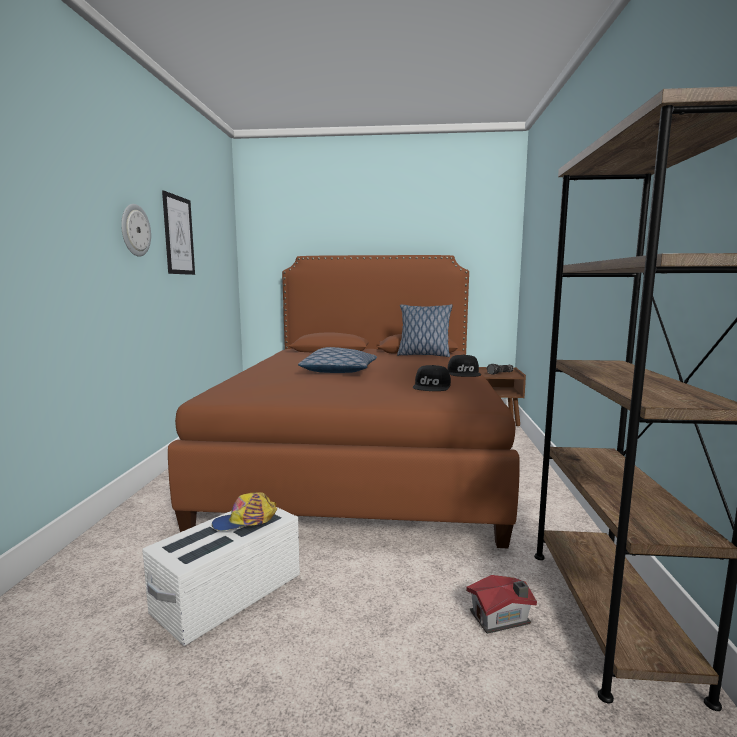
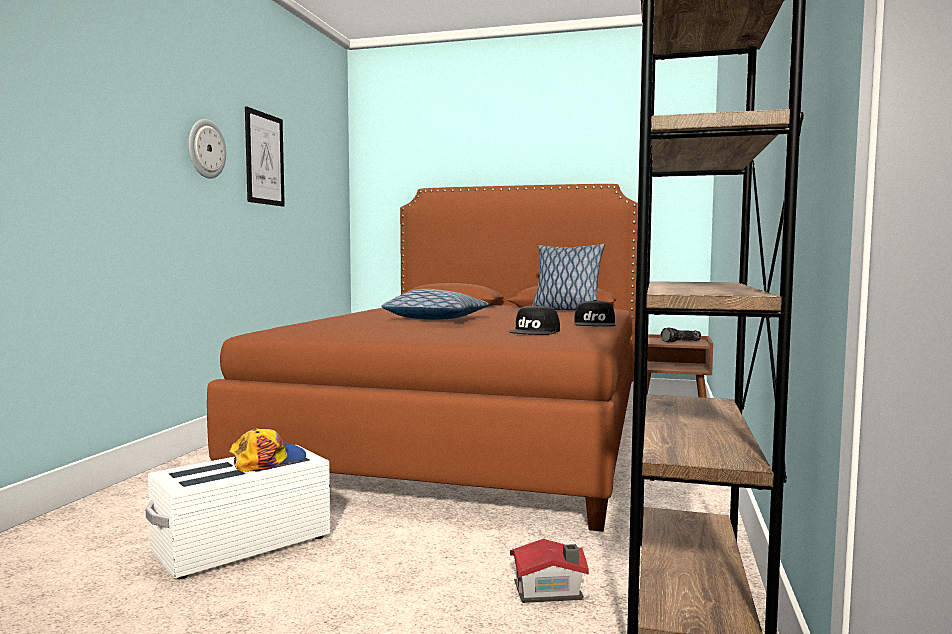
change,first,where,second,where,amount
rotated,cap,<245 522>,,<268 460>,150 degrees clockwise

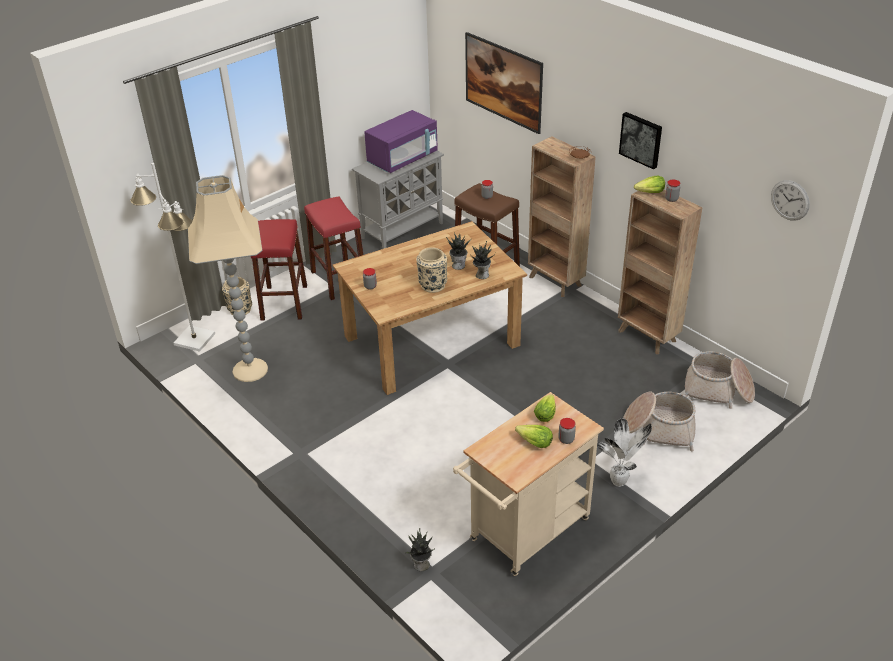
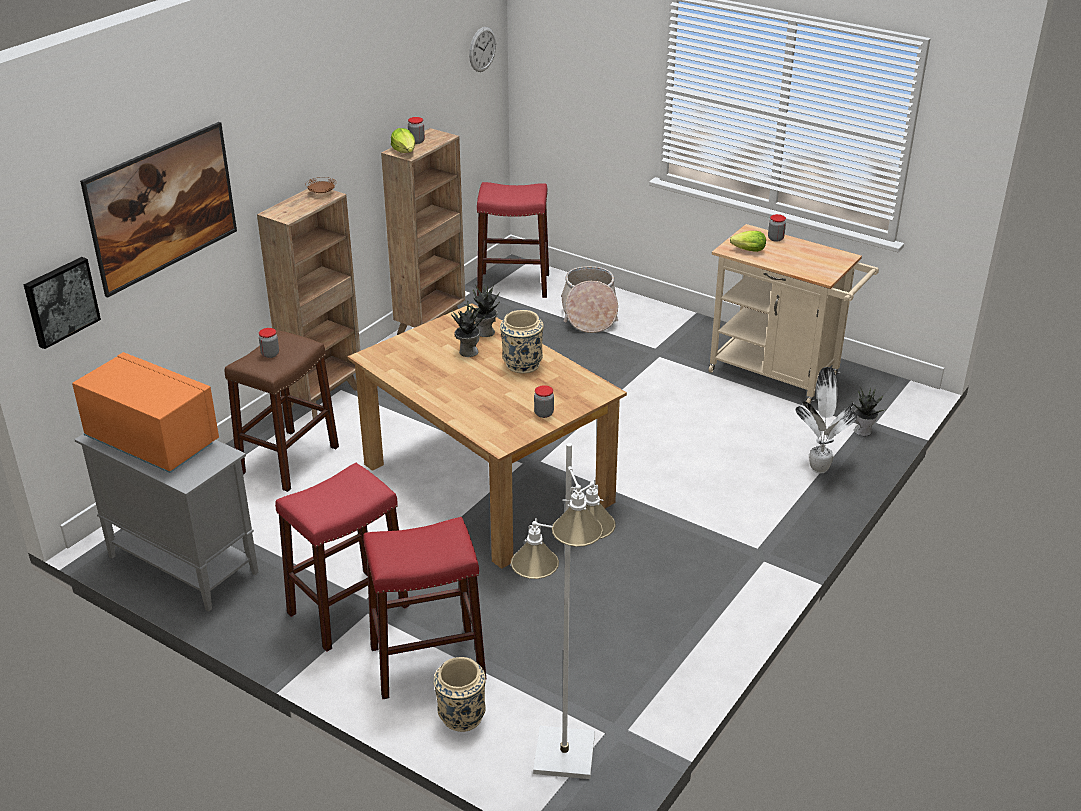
change,first,where,second,where,amount
gone,beige floor lamp,<251 369>,,,
gone,lettuce,<534 443>,,,
shifted,potted plant,<620 482>,,<819 467>,
shifted,picture,<641 139>,,<60 301>,
swapped,basket,<718 391>,red stool,<513 284>,
repainted,purple microwave,<403 159>,orange microwave,<152 441>,

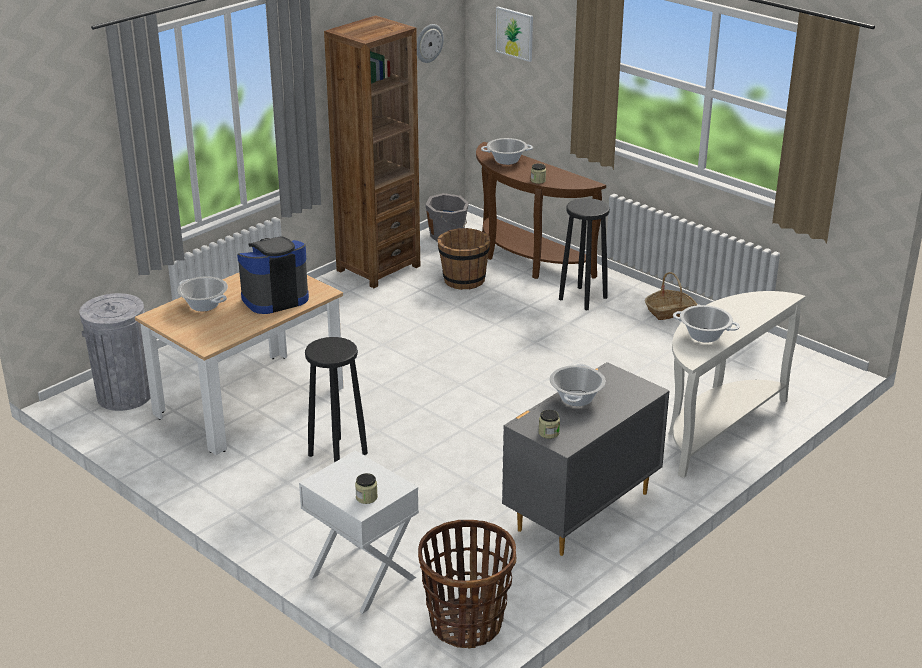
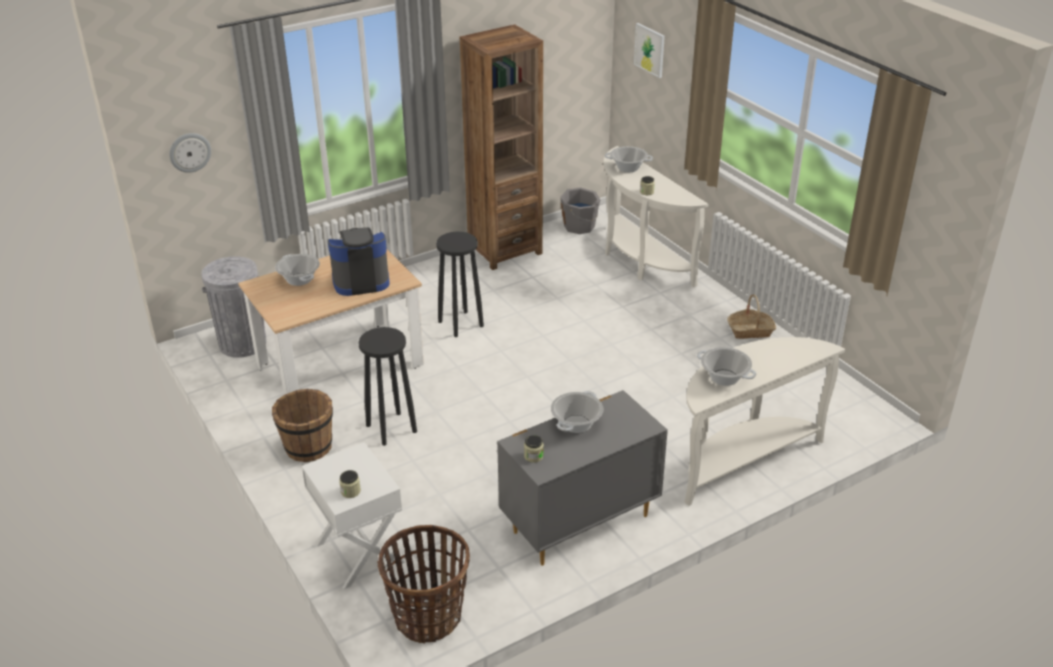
change,first,where,second,where,amount
shifted,wall clock,<428 43>,,<189 152>,
shifted,brown bucket,<463 280>,,<308 447>,
shifted,black stool,<583 298>,,<461 324>,
repainted,brown console table,<526 260>,white console table,<639 260>,

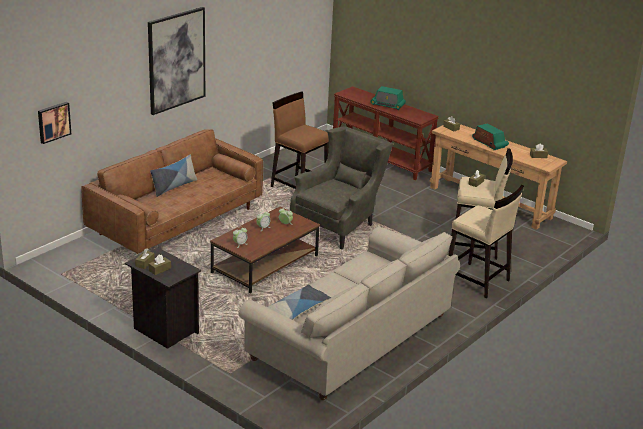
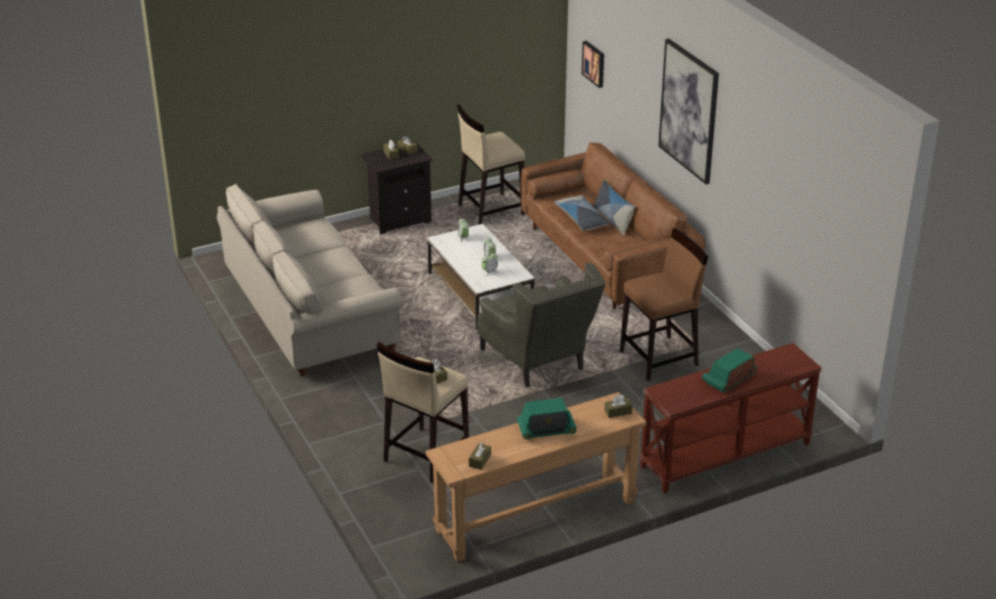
change,first,where,second,where,amount
shifted,pillow,<297 310>,,<581 219>,
shifted,beige stool,<477 281>,,<490 210>,
repainted,brown coffee table,<265 264>,white coffee table,<480 294>,

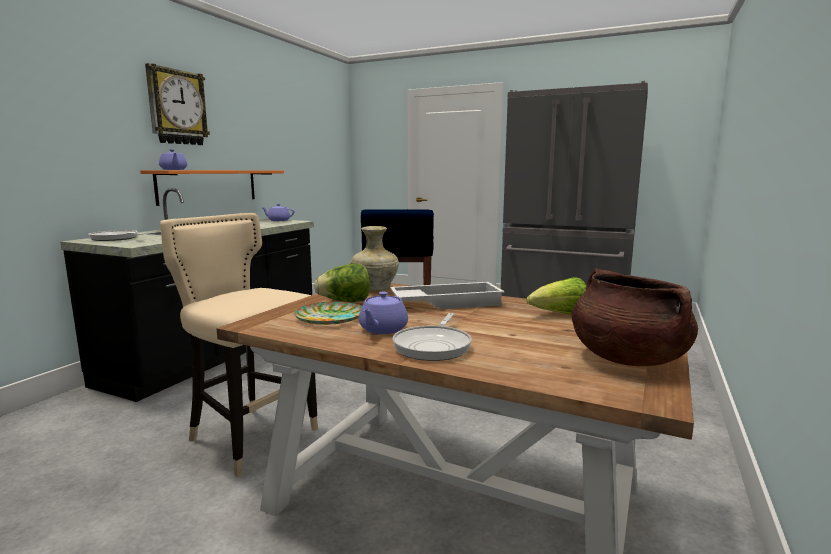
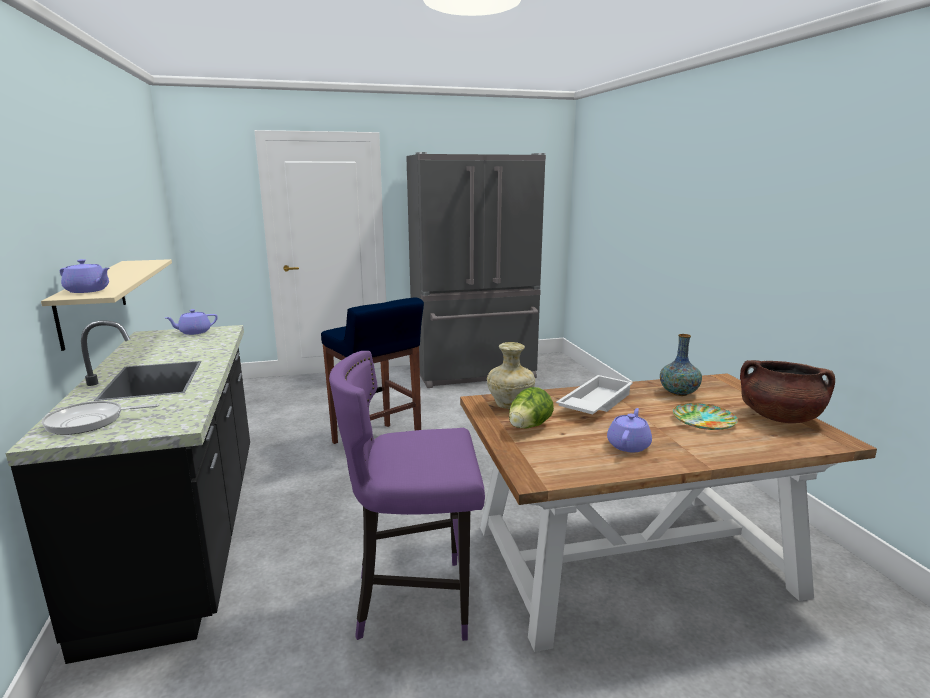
change,first,where,second,where,amount
gone,wall clock,<177 107>,,,
gone,frying pan,<434 346>,,,
shifted,plate,<330 317>,,<703 420>,
swapped,lettuce,<559 315>,vase,<678 393>,
repainted,orange shelf,<209 186>,beige shelf,<93 300>,
repainted,beige stool,<253 438>,purple stool,<415 601>,
rotated,purple teapot,<382 330>,,<628 445>,135 degrees counterclockwise

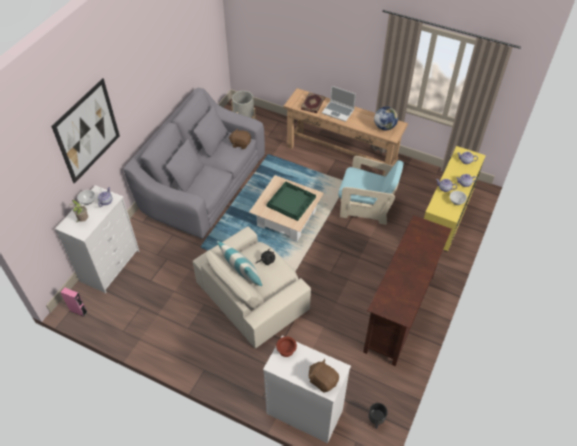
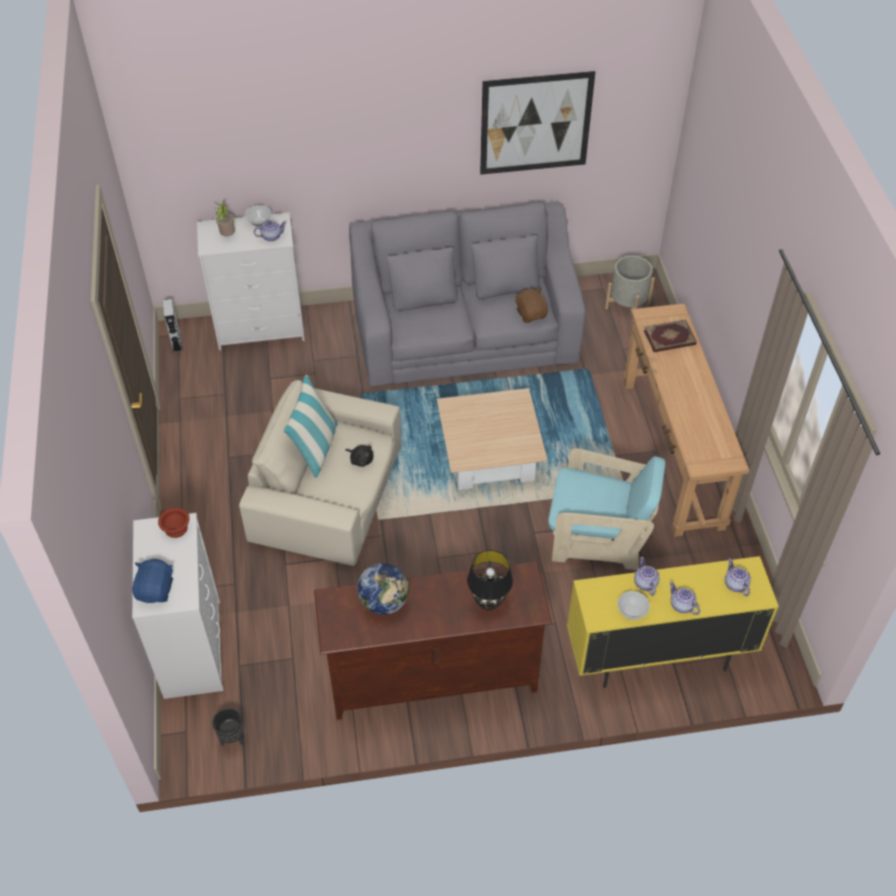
change,first,where,second,where,amount
gone,green tray,<291 201>,,,
gone,laptop,<338 111>,,,
new,,,black table lamp,<489 602>,
shifted,picture,<87 131>,,<535 123>,
shifted,globe,<384 127>,,<384 602>,
repainted,pink speaker,<78 311>,grey speaker,<176 343>,
repainted,brown plush toy,<323 380>,blue plush toy,<156 590>,
rotated,turquoise armchair,<366 207>,,<598 537>,60 degrees counterclockwise

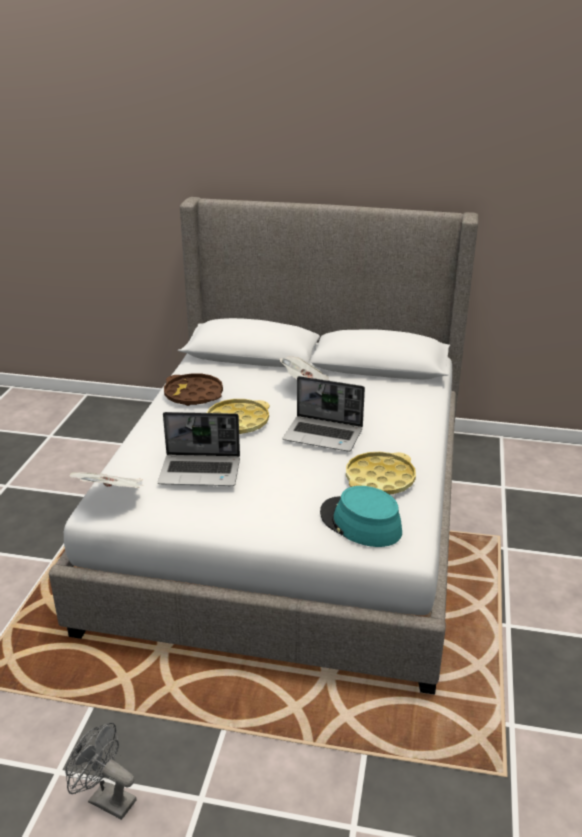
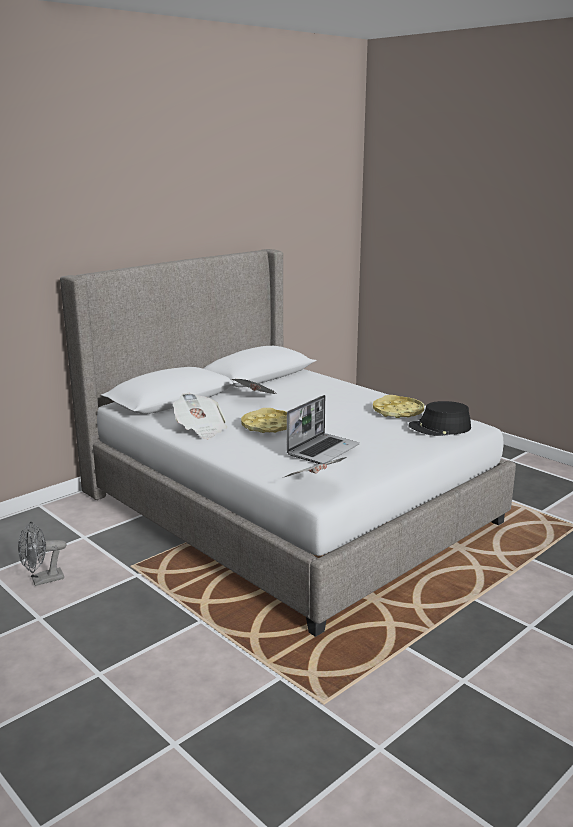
change,first,where,second,where,amount
gone,laptop,<324 435>,,,
shifted,grey fan,<106 799>,,<42 580>,
swapped,brown tray,<193 394>,newspaper,<200 429>,
repainted,turquoise hat,<360 523>,black hat,<440 428>,

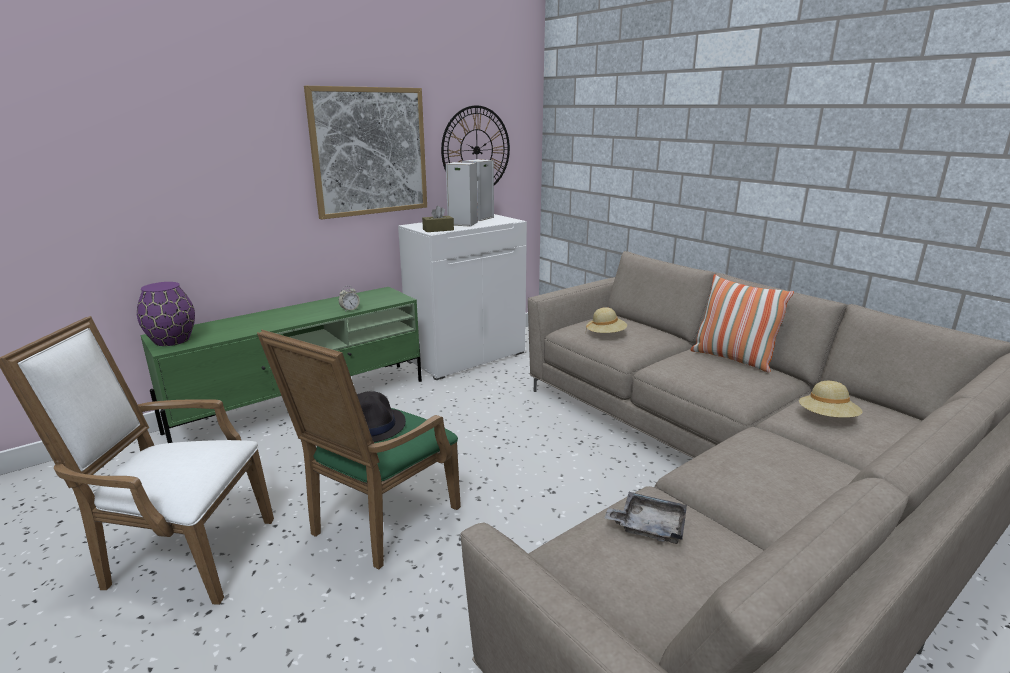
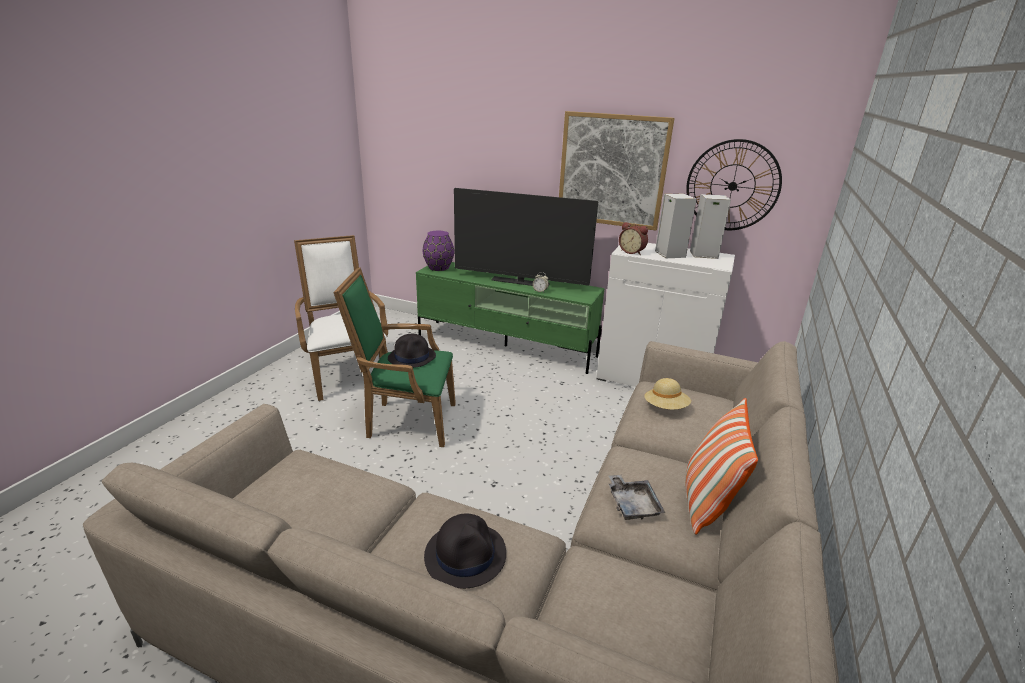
change,first,where,second,where,amount
gone,beige hat,<827 418>,,,
new,,,black hat,<465 554>,
new,,,television,<520 282>,
shifted,grey tray,<648 526>,,<632 504>,
swapped,brown tissue box,<438 230>,alarm clock,<632 252>,

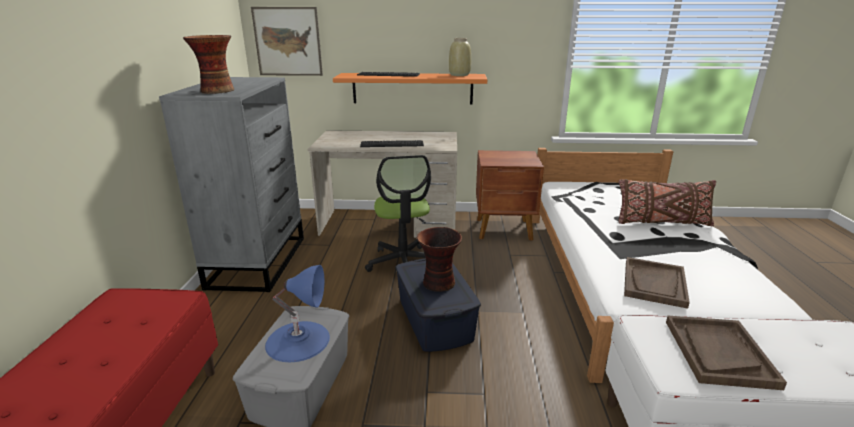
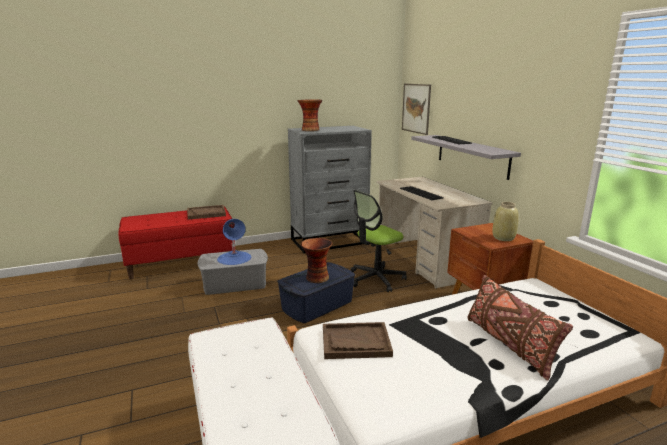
change,first,where,second,where,amount
shifted,beige vase,<459 75>,,<504 238>,
shifted,brown tray,<718 353>,,<206 213>,
repainted,orange shelf,<412 88>,grey shelf,<472 155>,

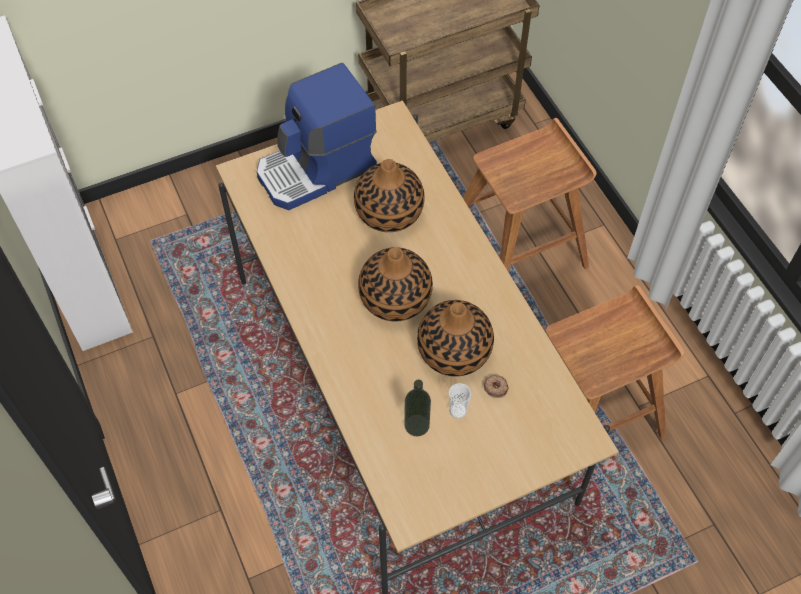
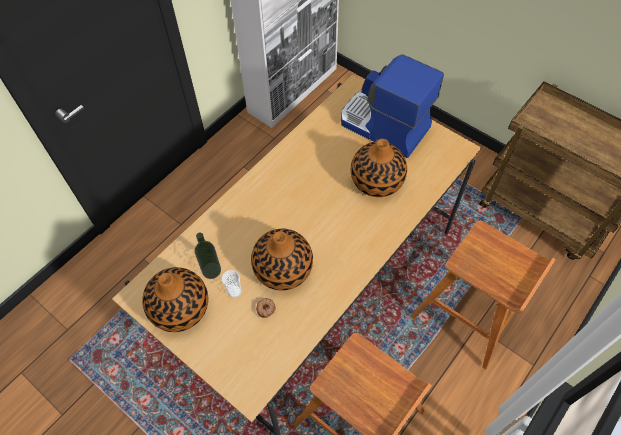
change,first,where,second,where,amount
shifted,vase,<395 298>,,<179 308>,

